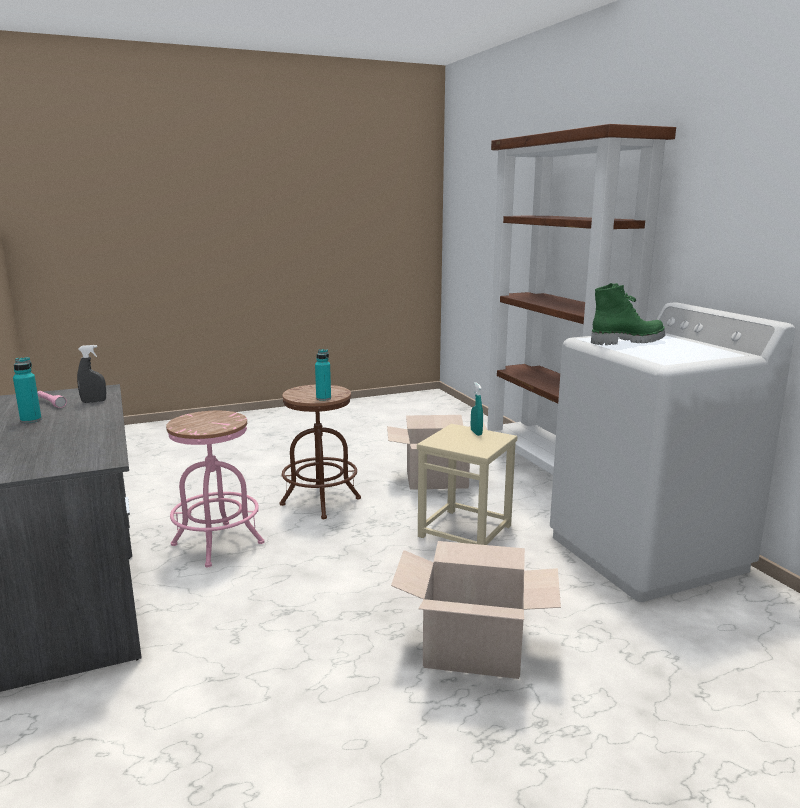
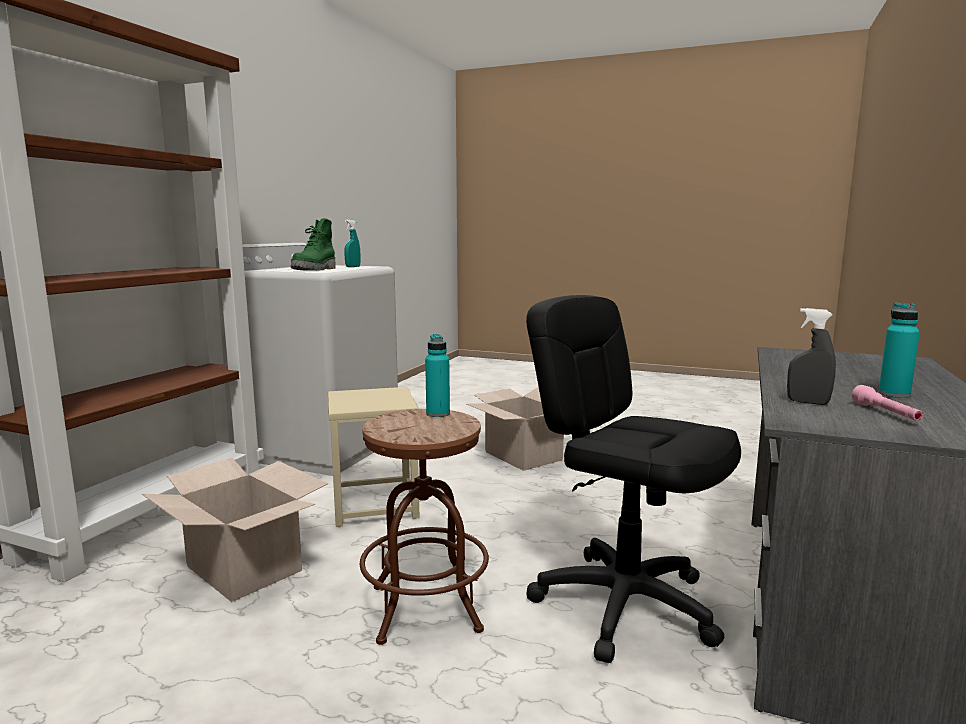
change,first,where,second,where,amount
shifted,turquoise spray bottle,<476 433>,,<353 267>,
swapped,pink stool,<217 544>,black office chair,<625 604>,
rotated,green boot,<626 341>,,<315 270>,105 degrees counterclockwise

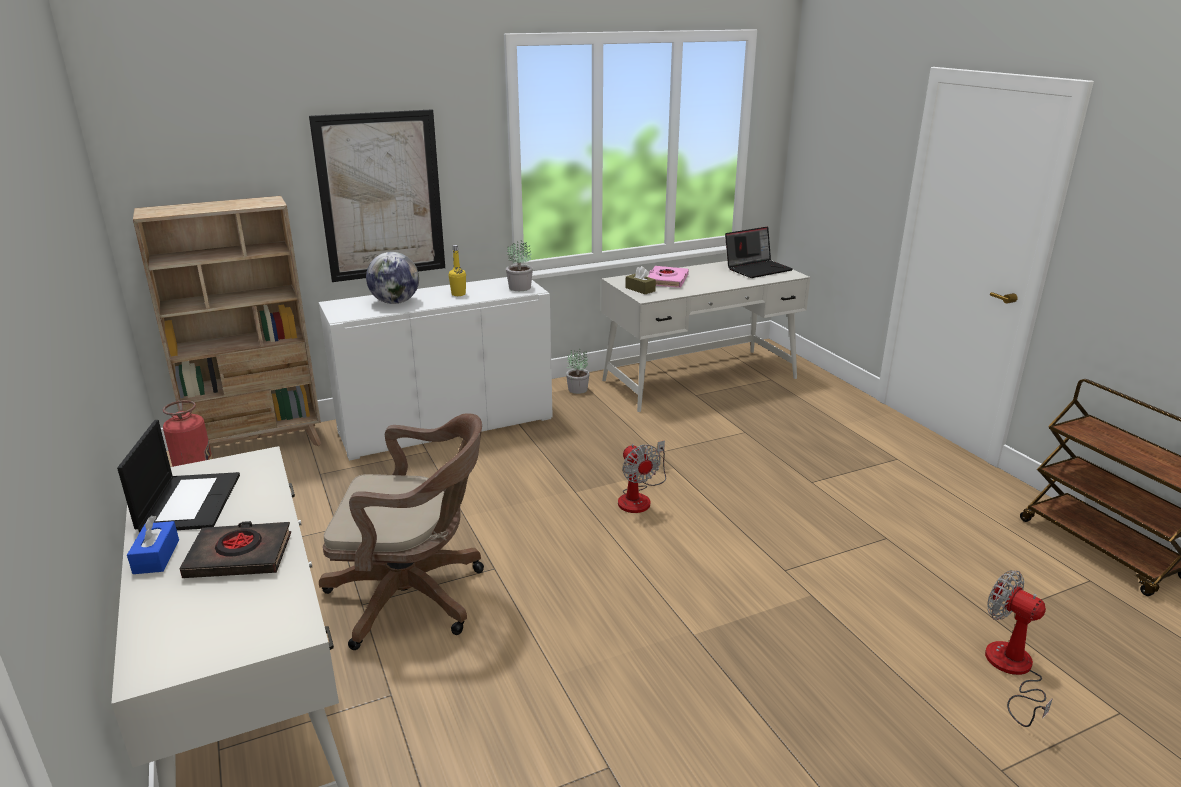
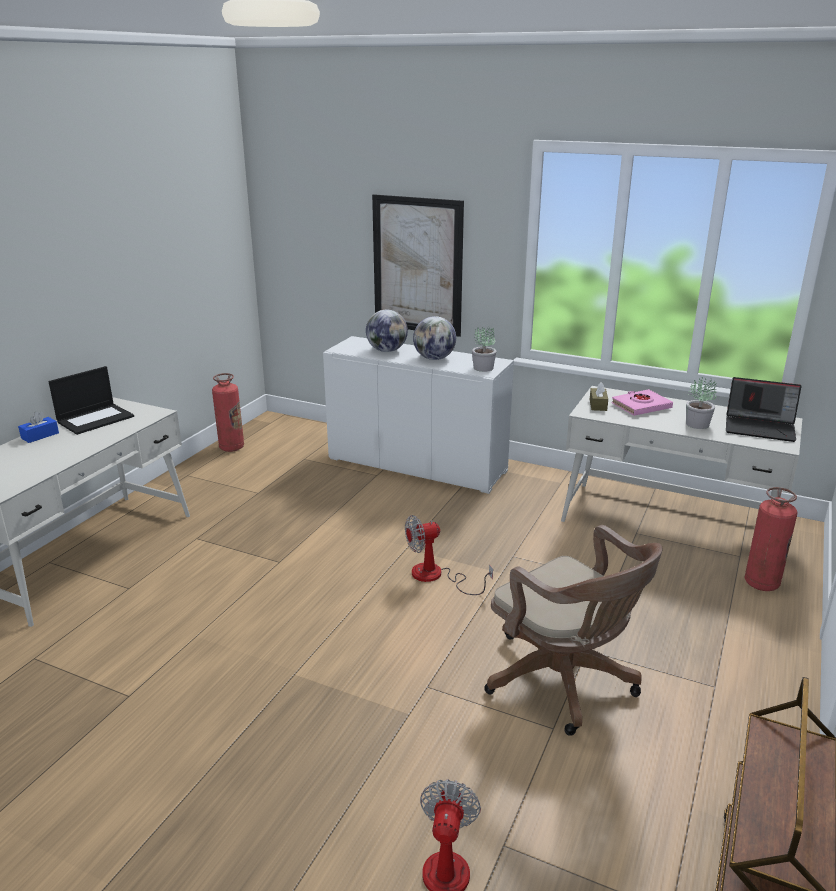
change,first,where,second,where,amount
gone,beige bookcase,<259 446>,,,
gone,black book,<240 556>,,,
new,,,fire extinguisher,<761 583>,
shifted,brown office chair,<415 597>,,<565 682>,
shifted,potted plant,<578 389>,,<698 424>,
swapped,yellow bottle,<458 294>,globe,<434 358>,
rotated,fan,<639 497>,,<436 576>,45 degrees clockwise

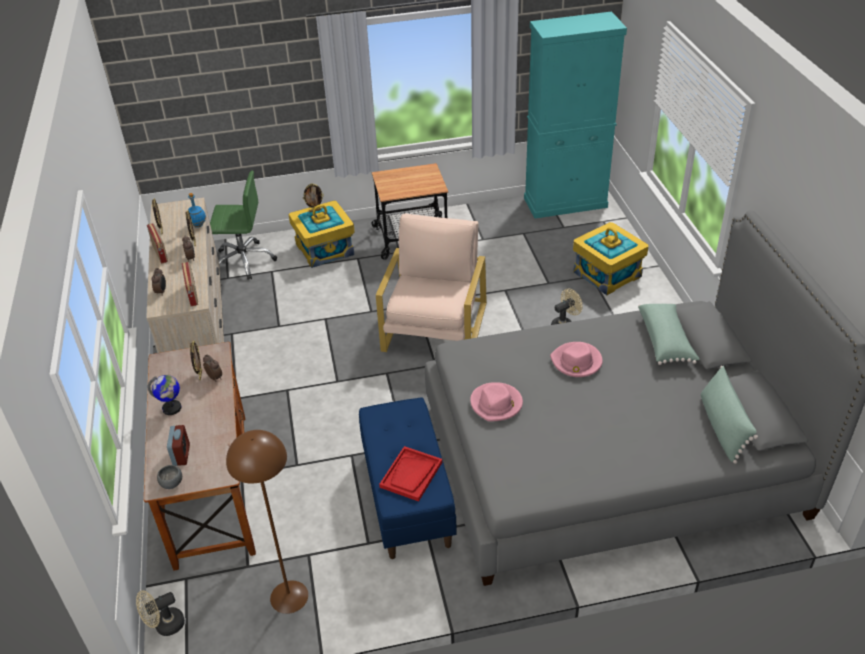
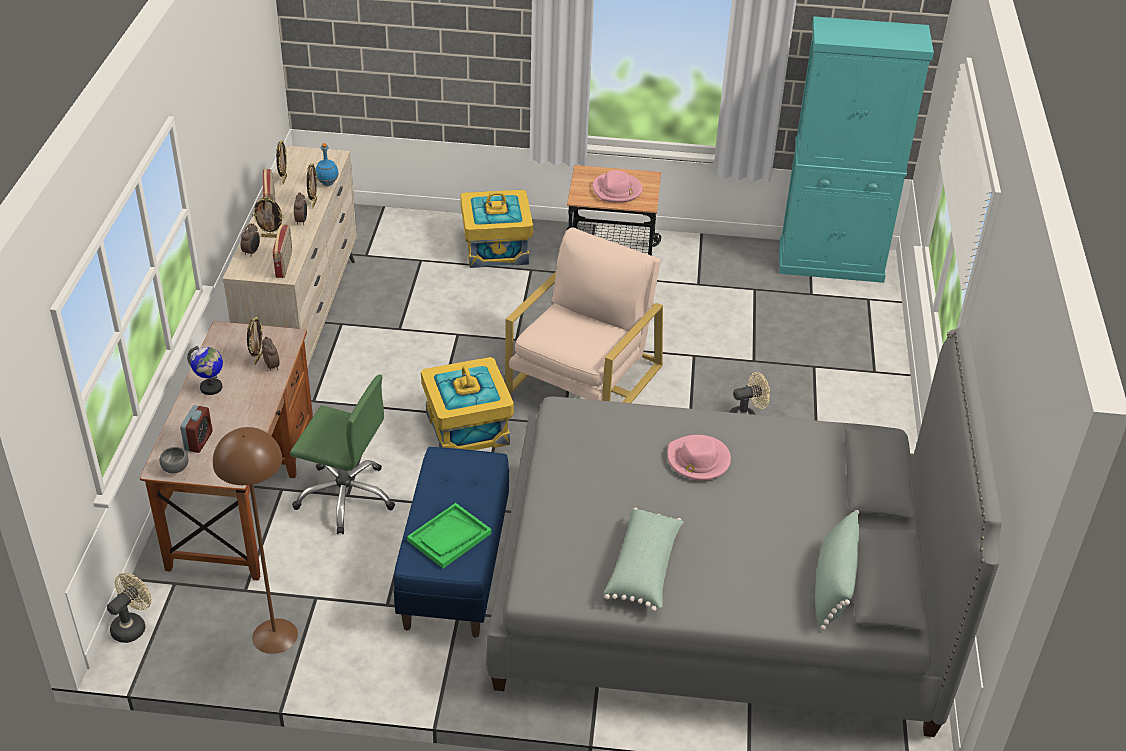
change,first,where,second,where,amount
shifted,green office chair,<244 261>,,<346 496>,
shifted,picture frame,<315 210>,,<270 236>,
shifted,pink hat,<496 404>,,<617 190>,
shifted,yellow storage box,<607 274>,,<468 428>,
shifted,green pillow,<666 341>,,<644 568>,
repainted,red tray,<411 475>,green tray,<449 537>,
rotated,beige fan,<165 626>,,<132 626>,135 degrees clockwise

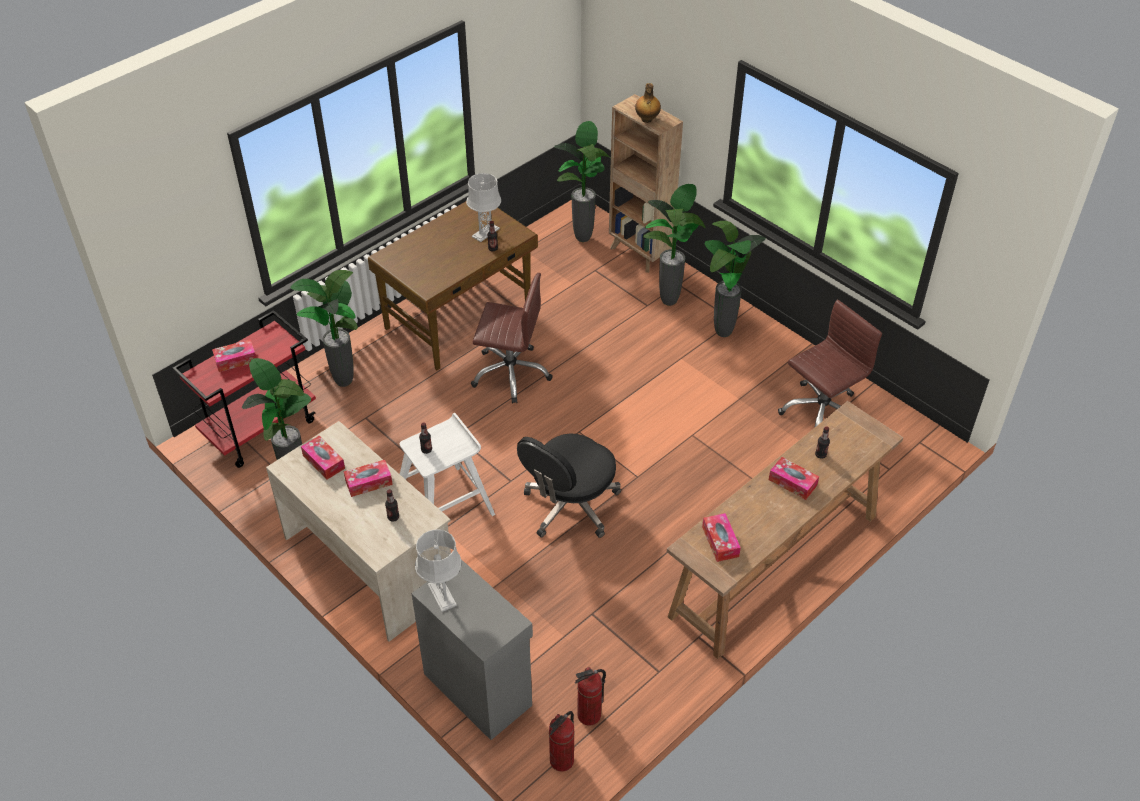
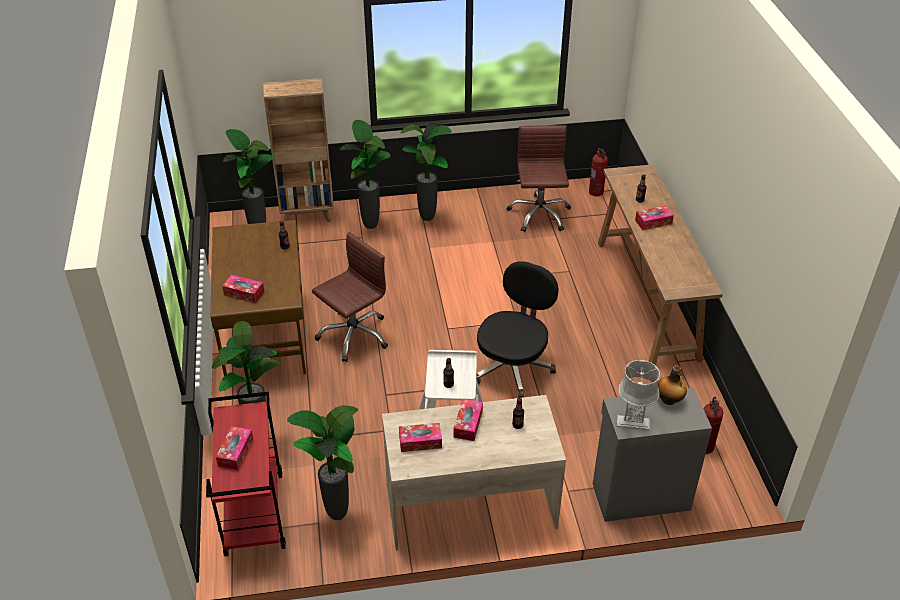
change,first,where,second,where,amount
gone,grey table lamp,<485 232>,,,
shifted,fire extinguisher,<562 761>,,<596 192>,
shifted,bottle,<647 119>,,<669 400>,
shifted,tissue box,<720 541>,,<244 293>,
rotated,black office chair,<570 506>,,<513 367>,135 degrees counterclockwise

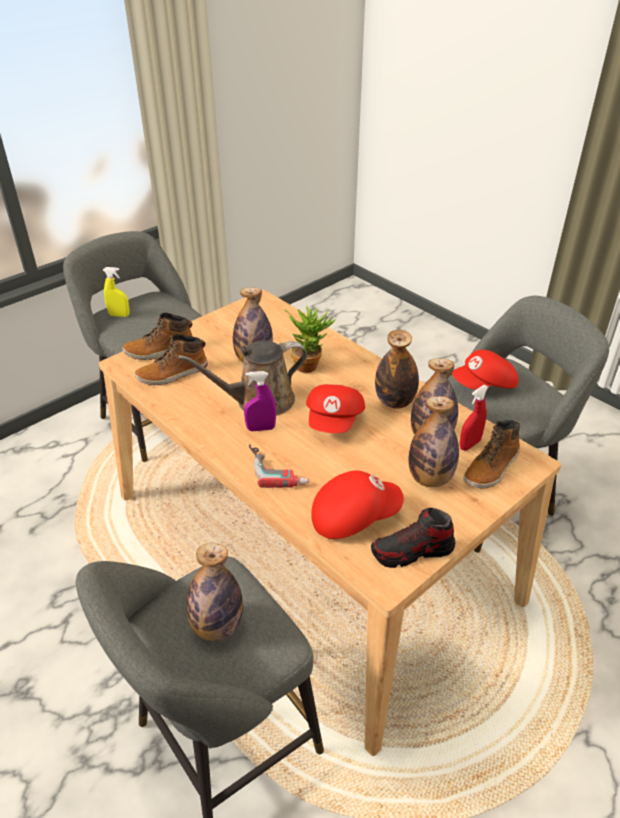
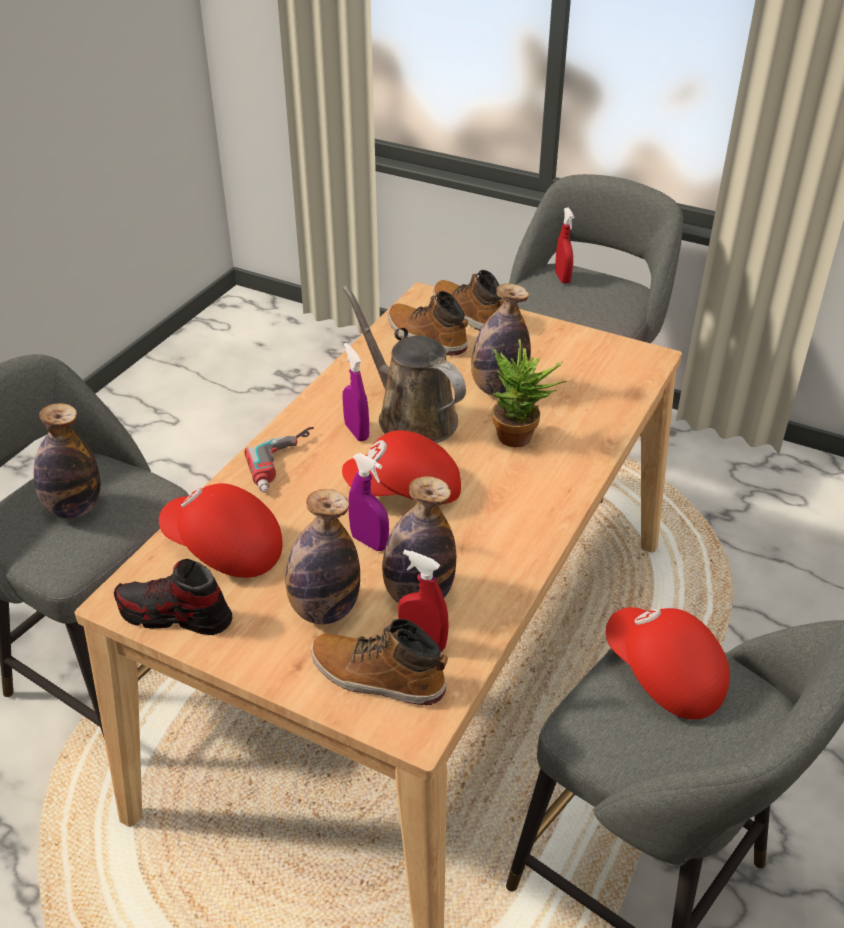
change,first,where,second,where,amount
gone,bottle,<395 402>,,,
new,,,purple spray bottle,<369 542>,
repainted,yellow spray bottle,<119 315>,red spray bottle,<562 278>,
rotated,red cap,<354 516>,,<223 549>,150 degrees clockwise
rotated,shoe,<412 552>,,<175 616>,45 degrees counterclockwise

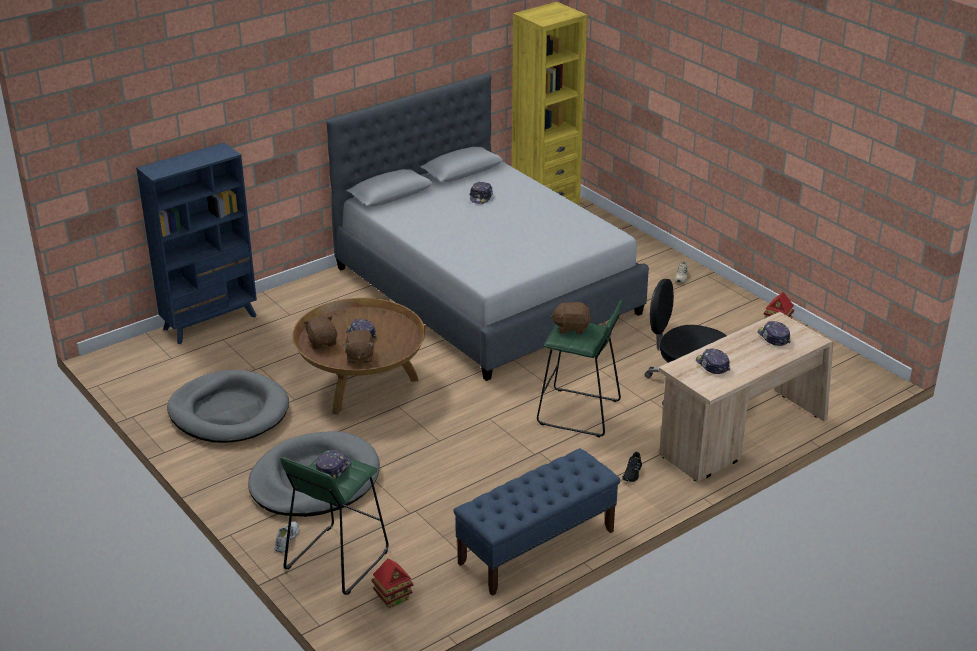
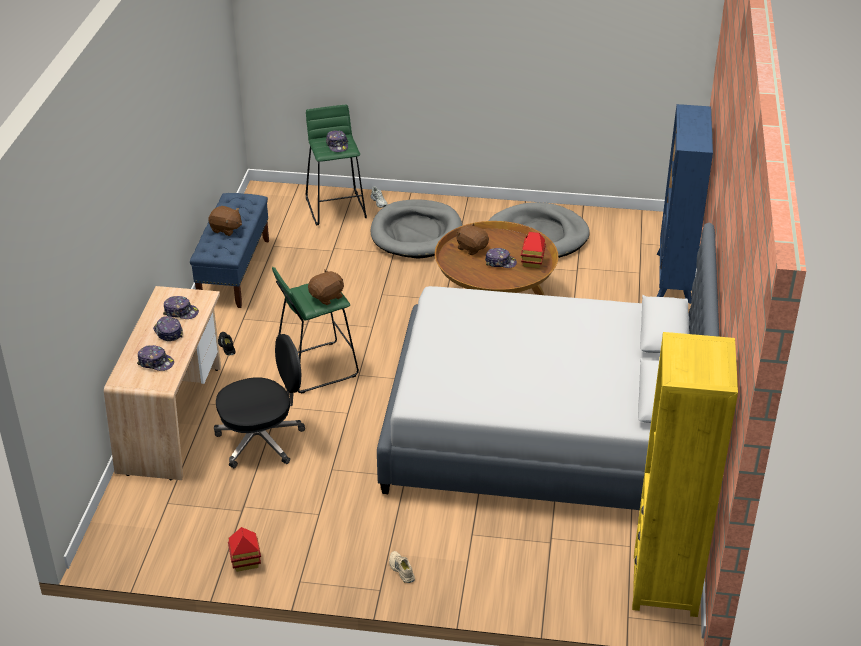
change,first,where,second,where,amount
shifted,brown plush toy,<322 342>,,<226 229>,
shifted,toy house,<393 597>,,<532 262>,
shifted,cap,<481 197>,,<168 332>,

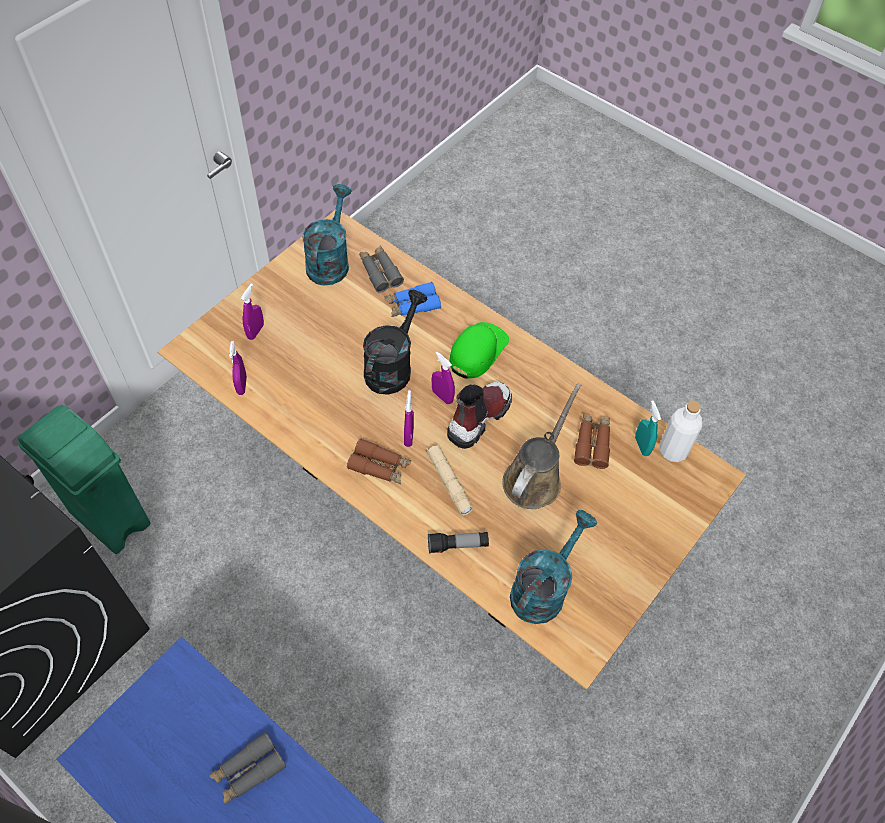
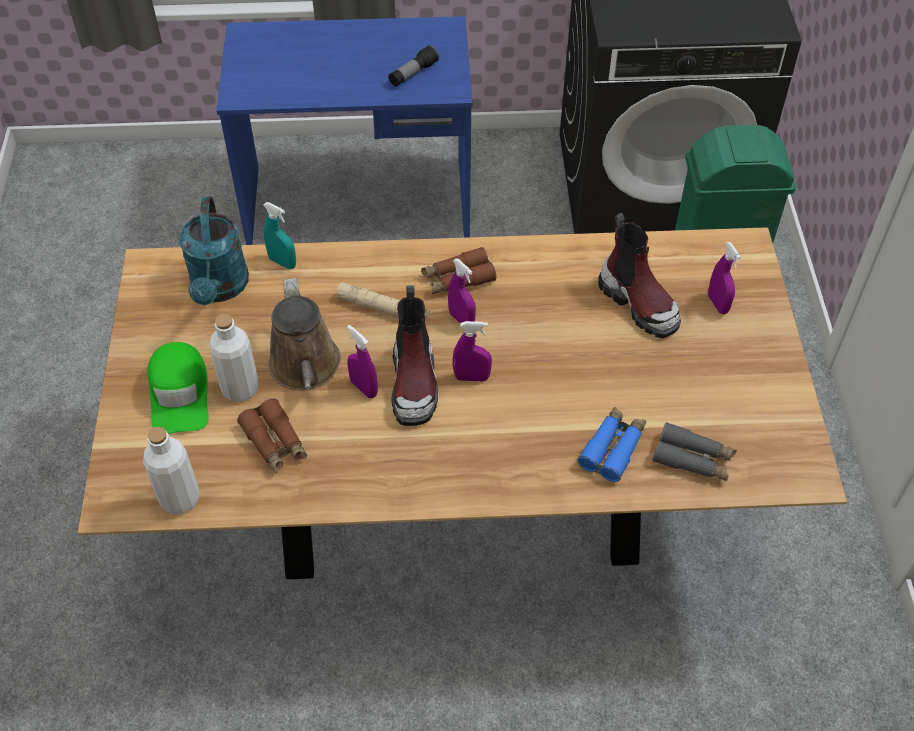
change,first,where,second,where,amount
gone,grey binoculars,<248 771>,,,
gone,turquoise watering can,<330 260>,,,
gone,black watering can,<392 366>,,,
new,,,white bottle,<240 388>,
new,,,boot,<639 303>,
shifted,purple spray bottle,<242 385>,,<364 388>,
shifted,flashlight,<457 545>,,<413 74>,
shifted,green cap,<477 351>,,<180 394>,
shifted,turquoise spray bottle,<642 446>,,<282 262>,

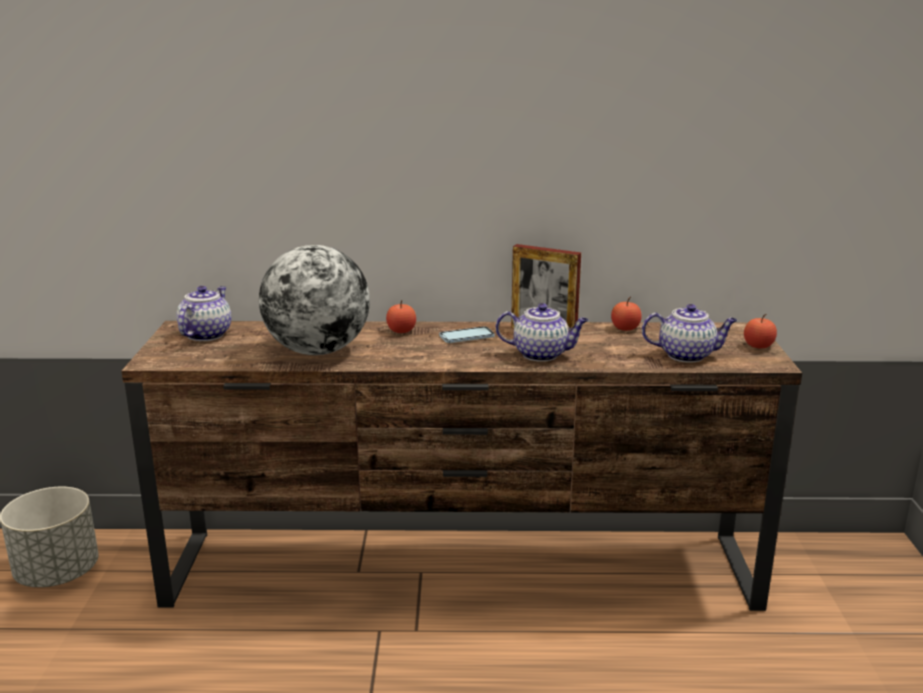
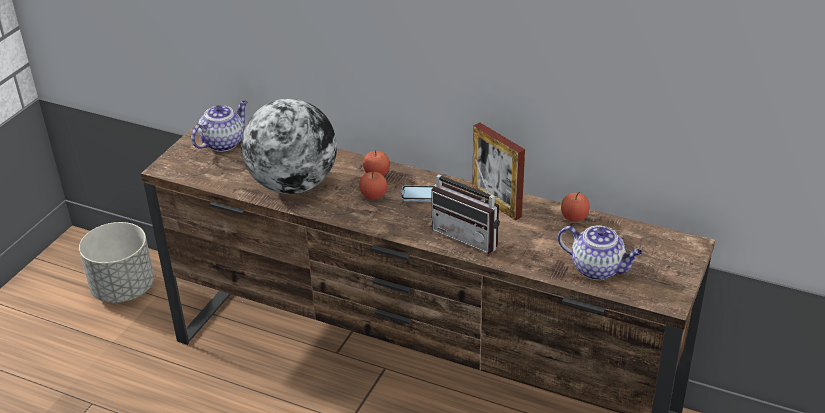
change,first,where,second,where,amount
shifted,apple,<758 346>,,<373 195>,
swapped,teapot,<541 354>,radio,<470 235>,

